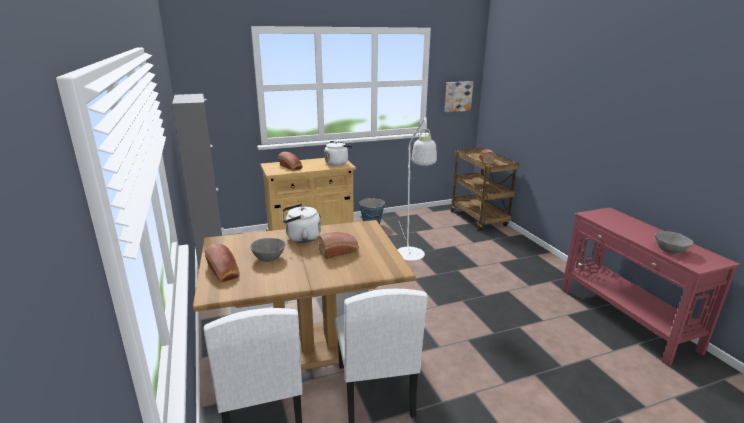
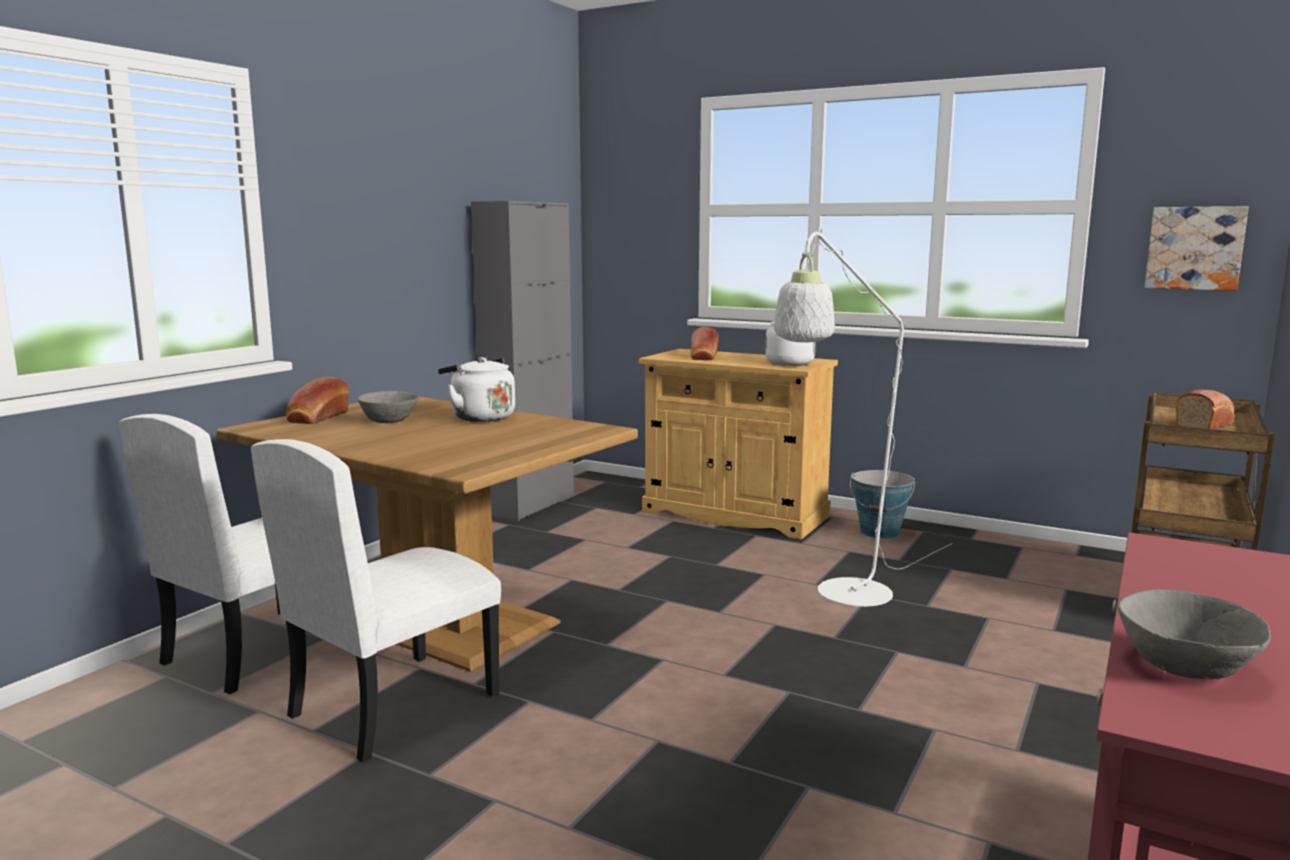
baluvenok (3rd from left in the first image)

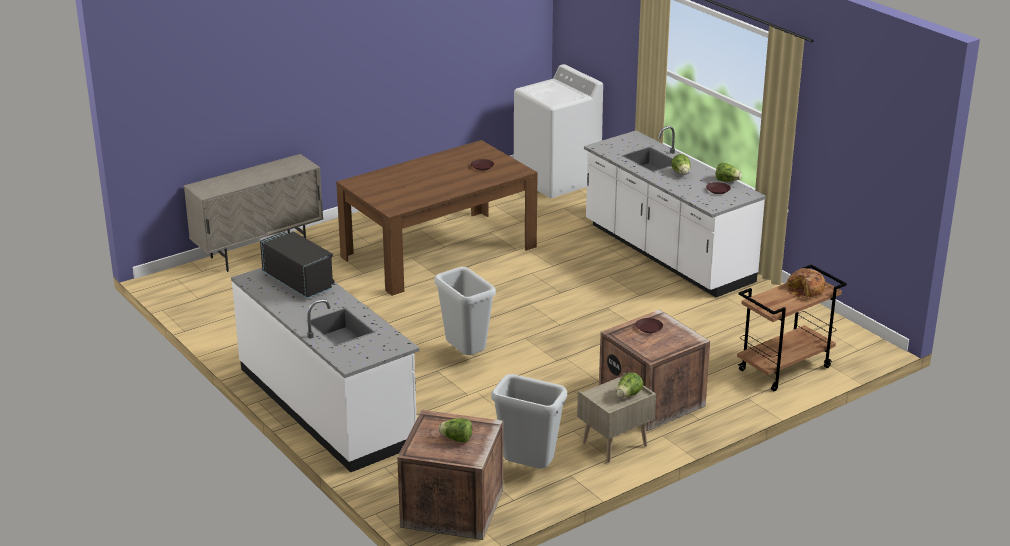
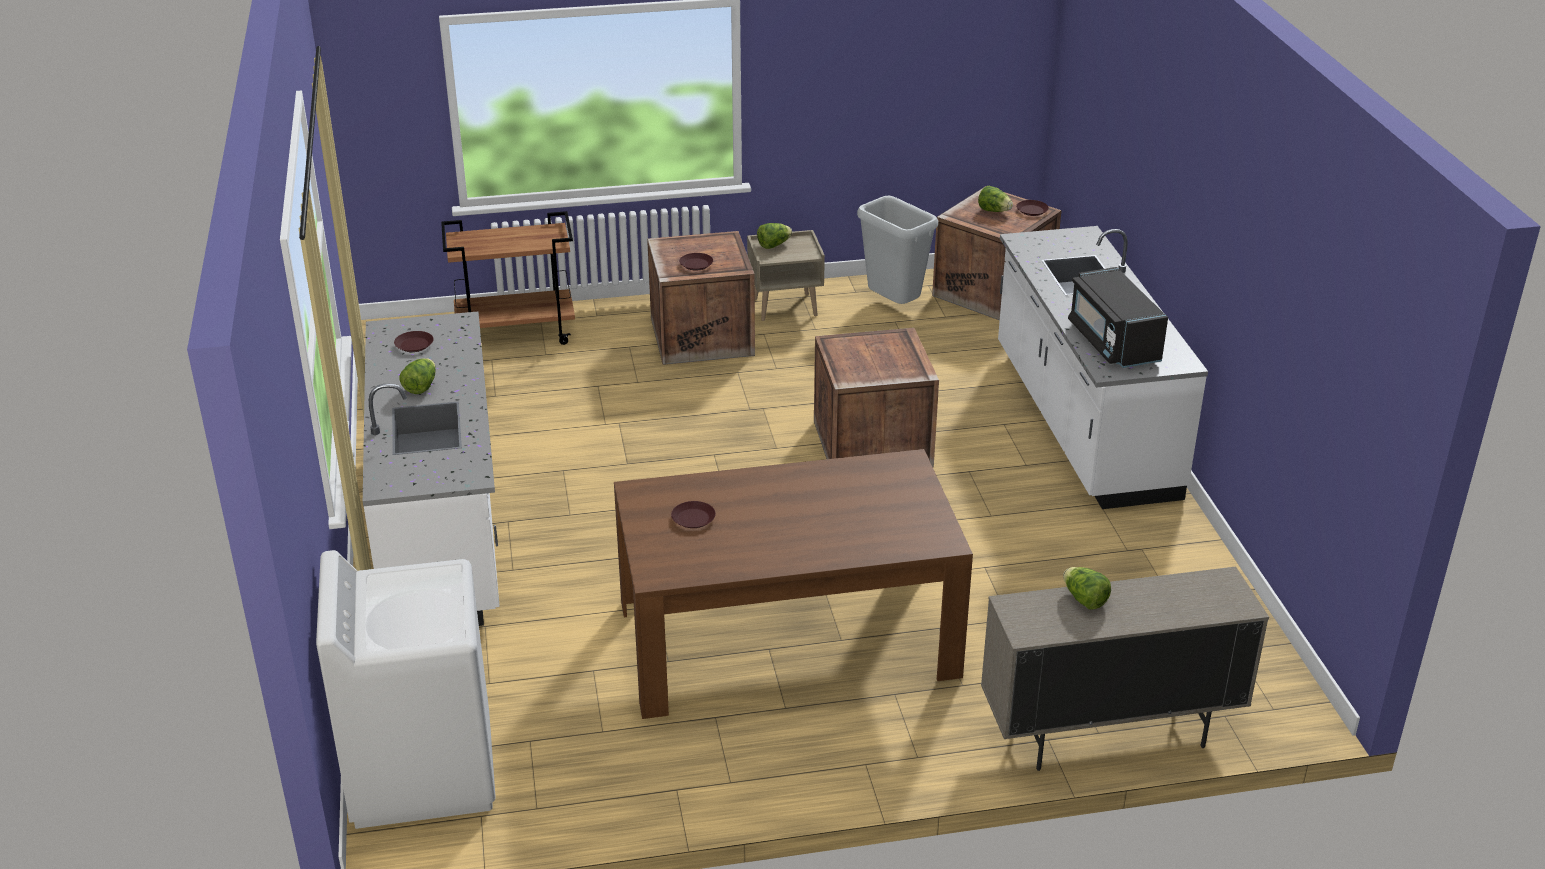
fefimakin (4th from left)
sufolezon (2nd from left)
baluvenok
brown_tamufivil (4th from left)

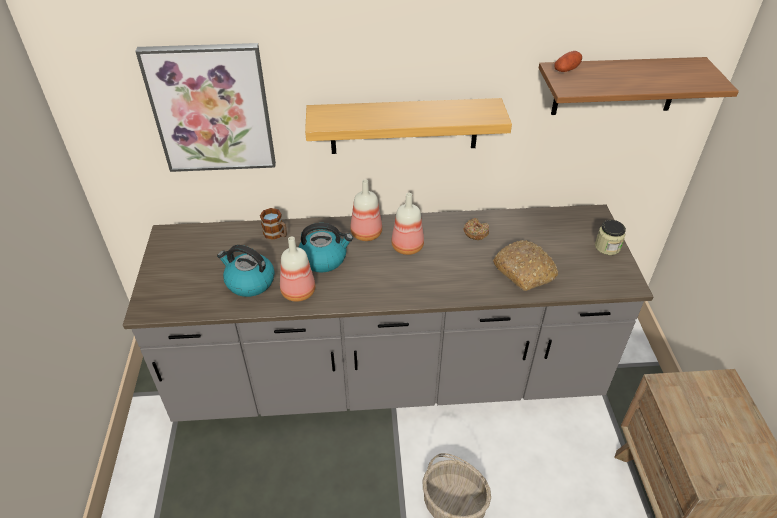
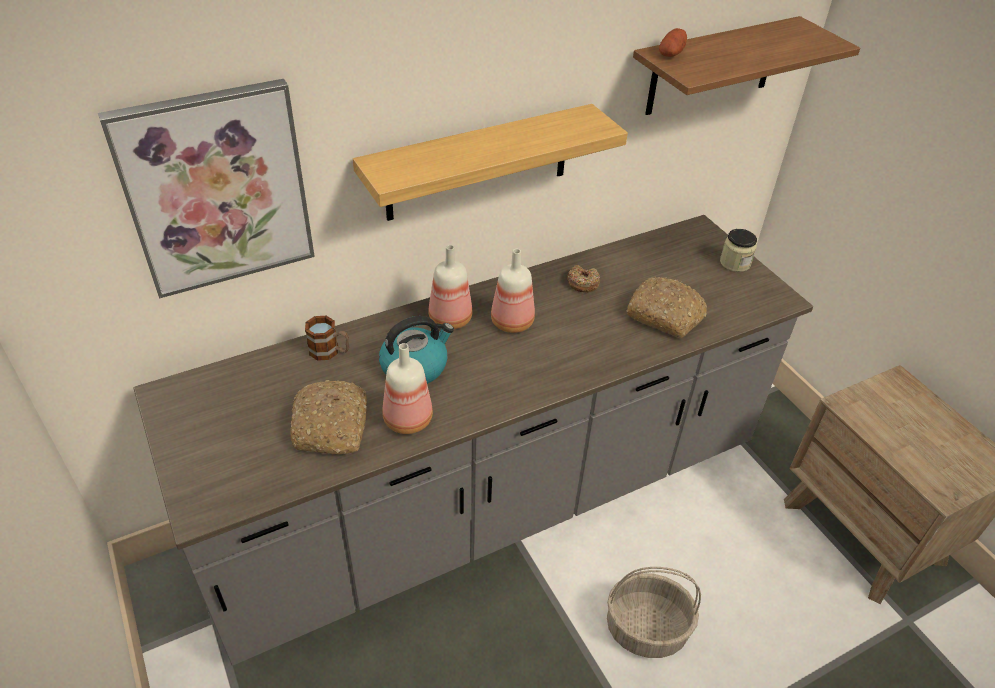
baluvenok (1st from left)

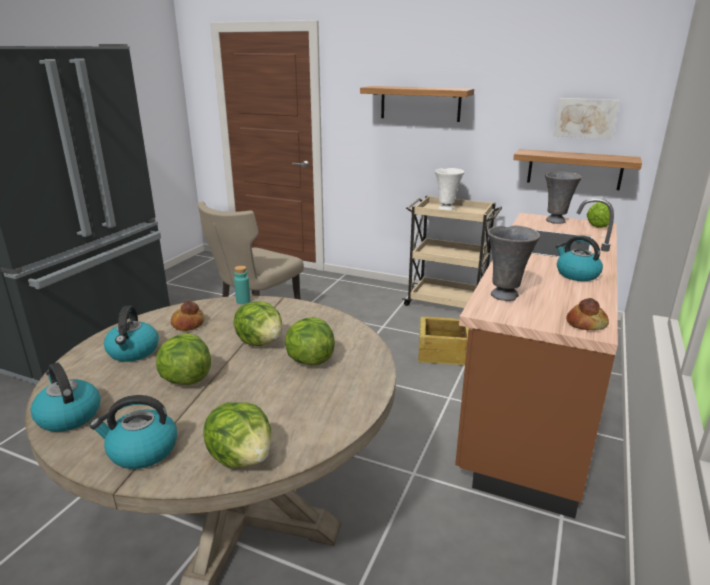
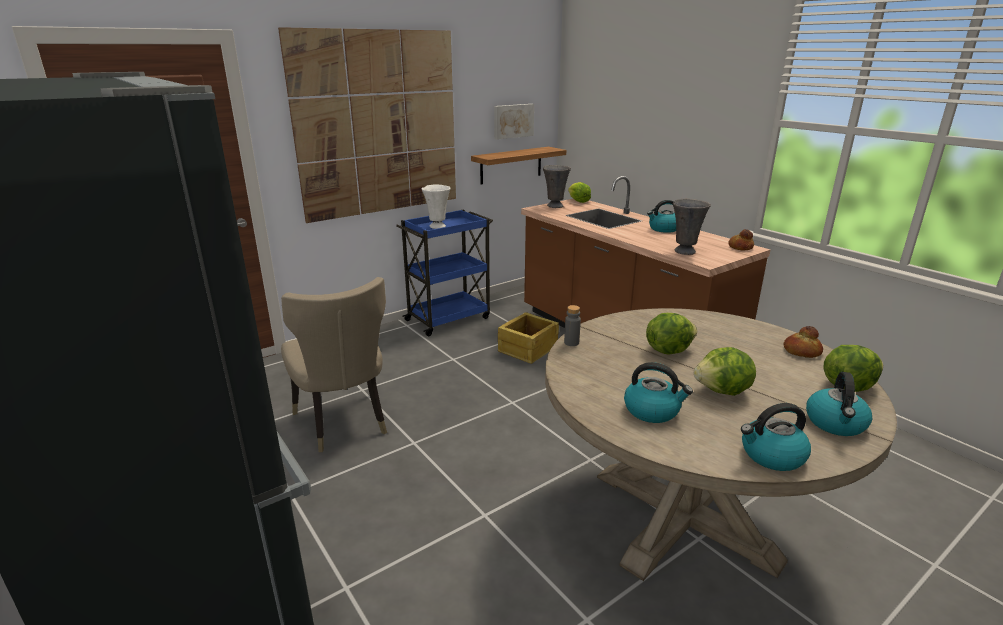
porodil (1st from left)
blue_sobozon
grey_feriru
baluvenok (2nd from left)
fefimakin (4th from left in the first image)

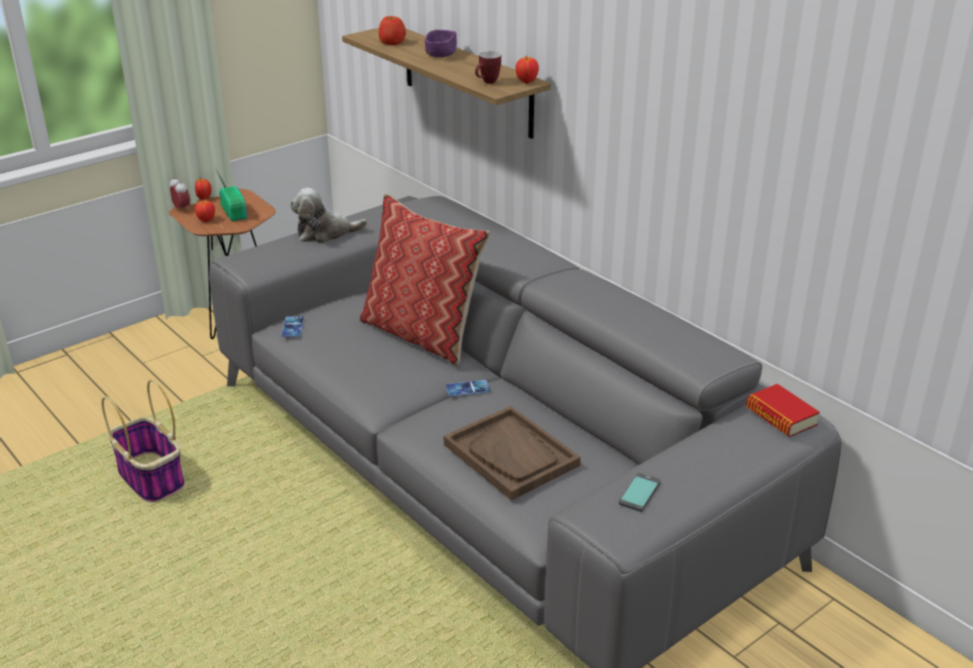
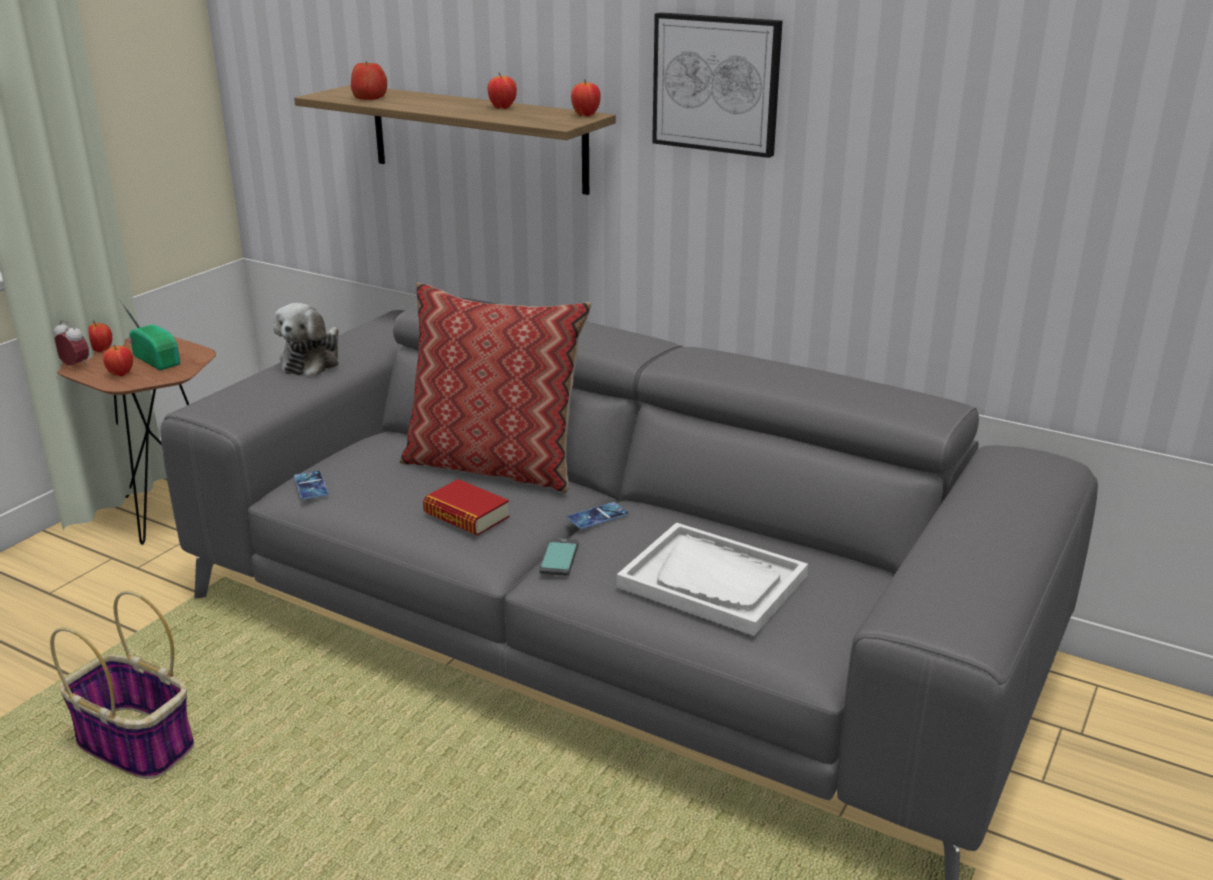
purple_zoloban
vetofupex
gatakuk
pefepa
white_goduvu
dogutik (2nd from left)
porodil
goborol (4th from left)

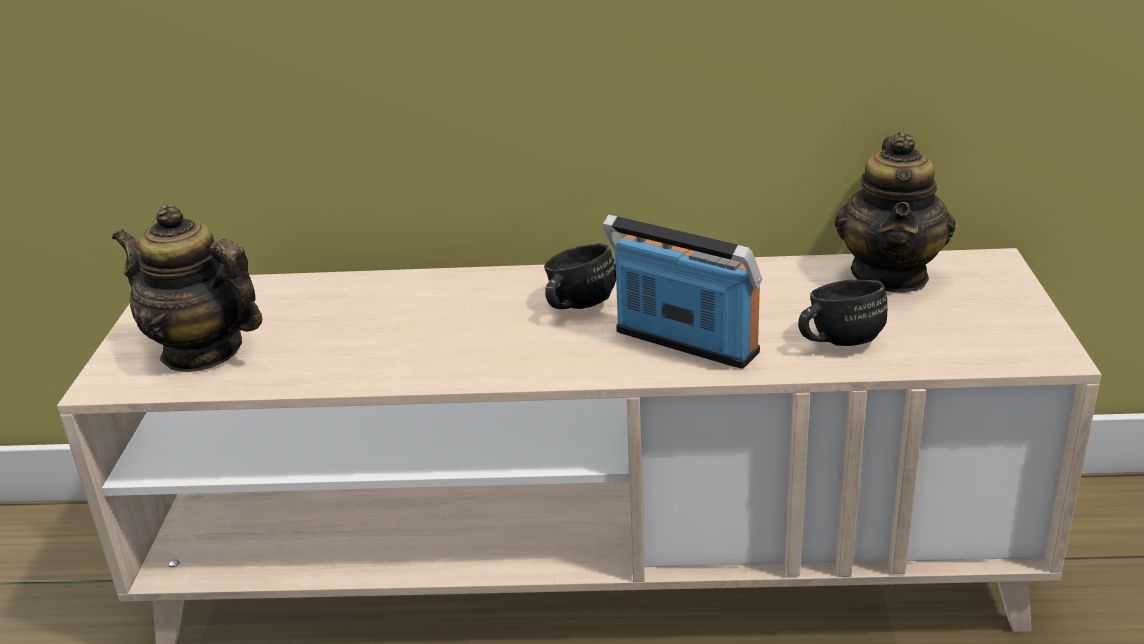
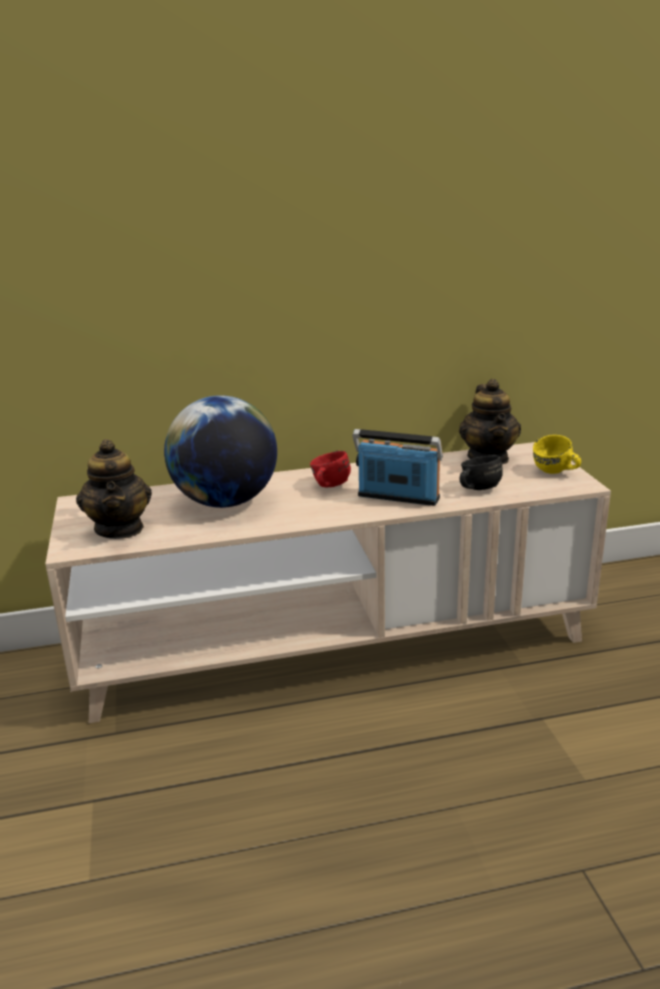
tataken (1st from left)
red_vetofupex
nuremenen
yellow_vetofupex

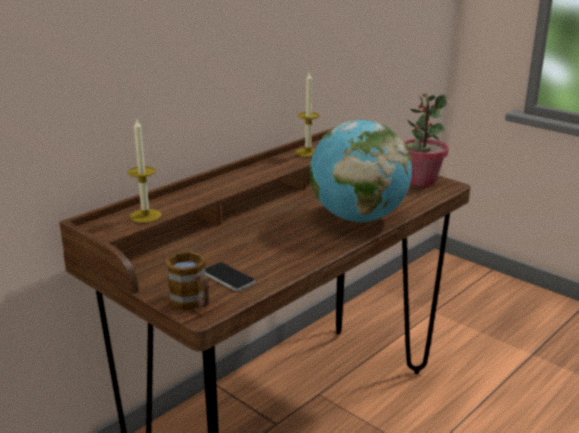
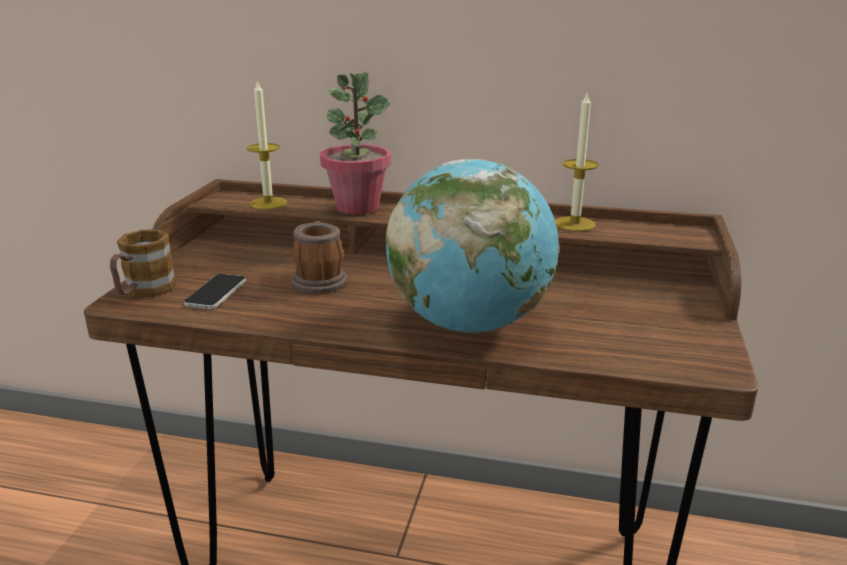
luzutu
vetofupex (2nd from left)

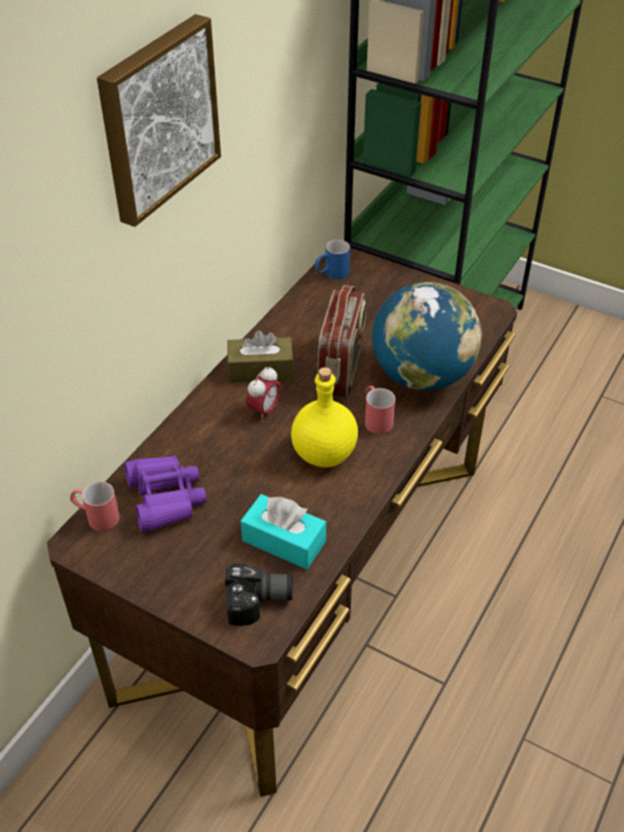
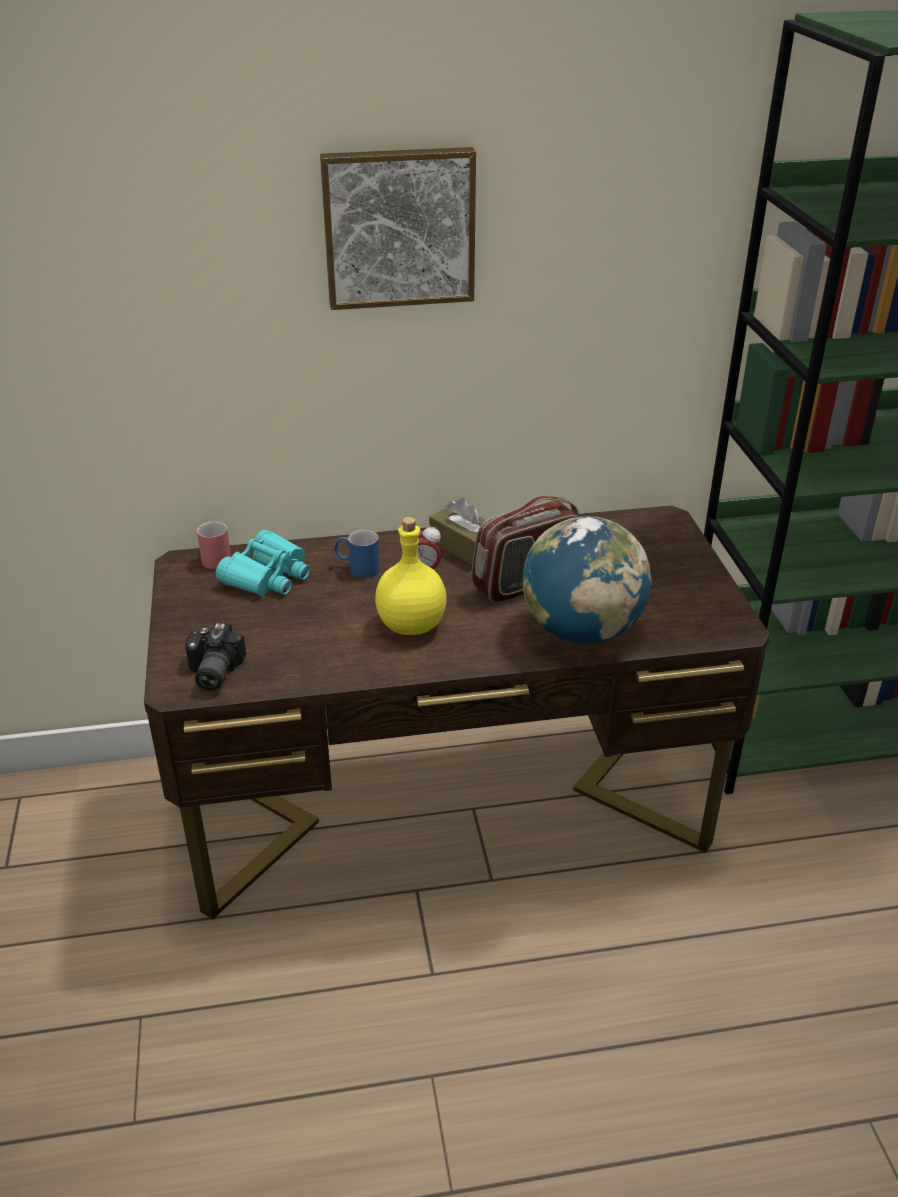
blue_vetofupex
red_vetofupex (2nd from left in the first image)
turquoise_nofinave
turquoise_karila
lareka

